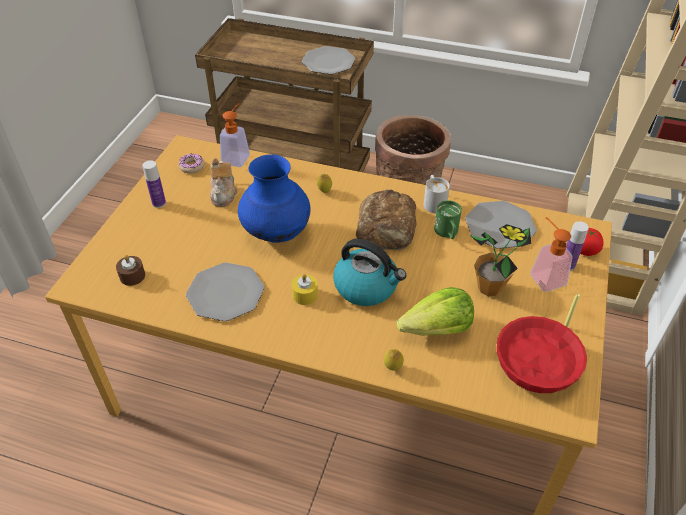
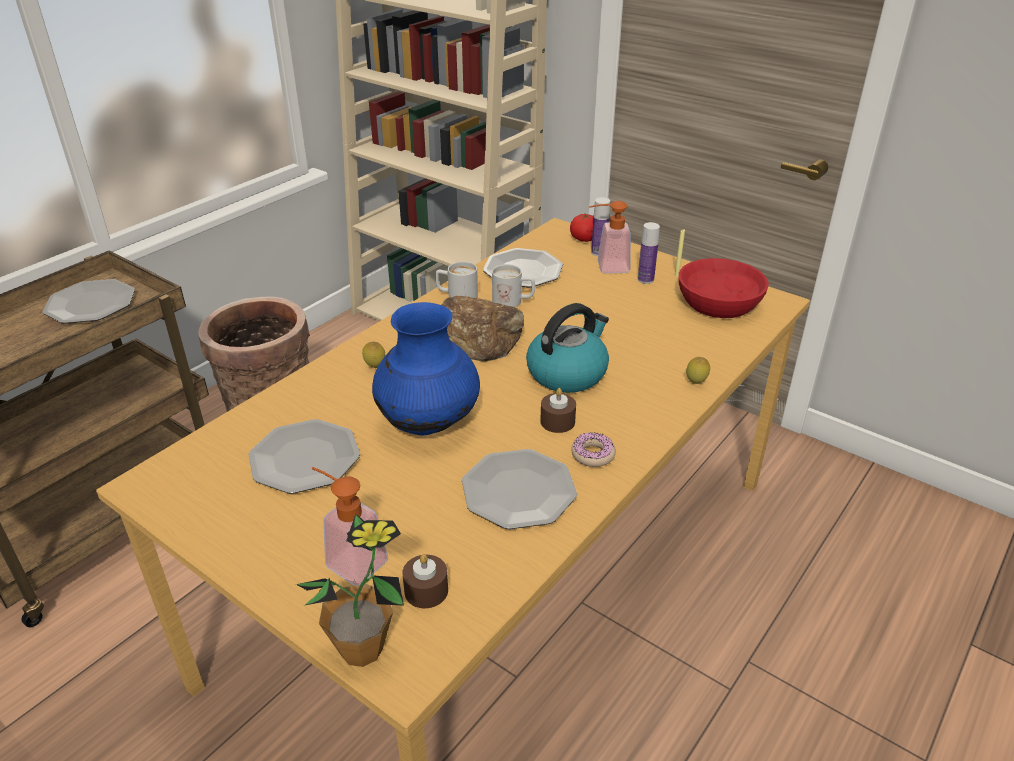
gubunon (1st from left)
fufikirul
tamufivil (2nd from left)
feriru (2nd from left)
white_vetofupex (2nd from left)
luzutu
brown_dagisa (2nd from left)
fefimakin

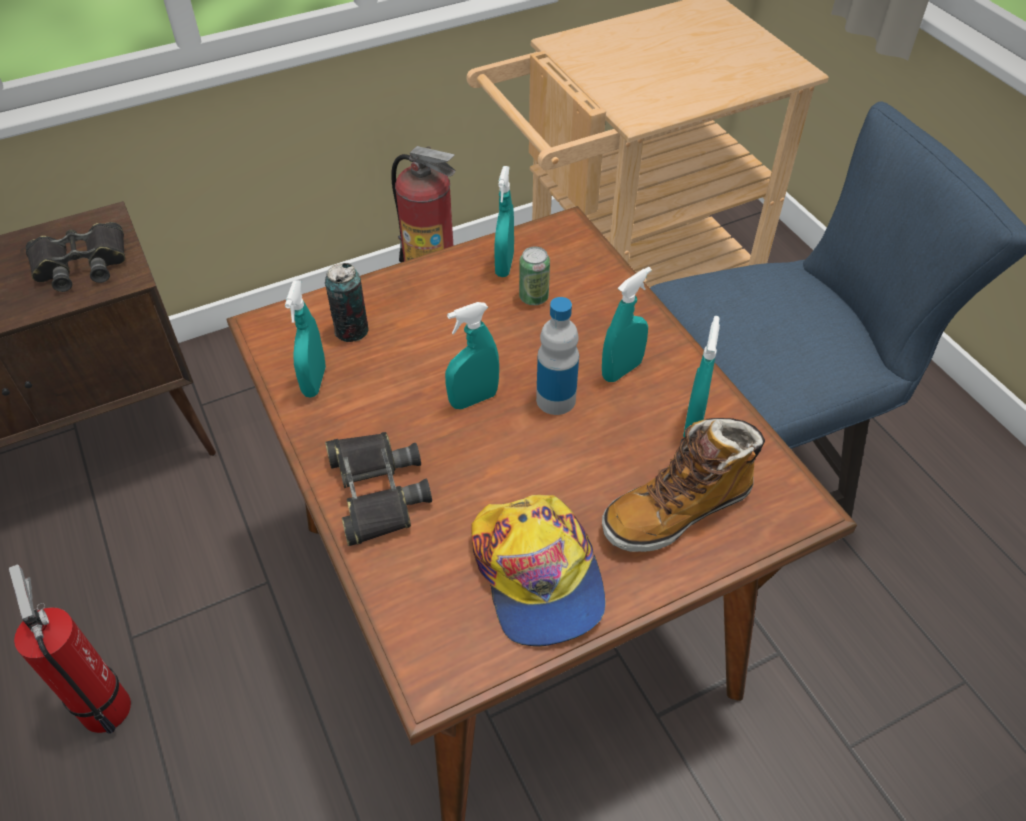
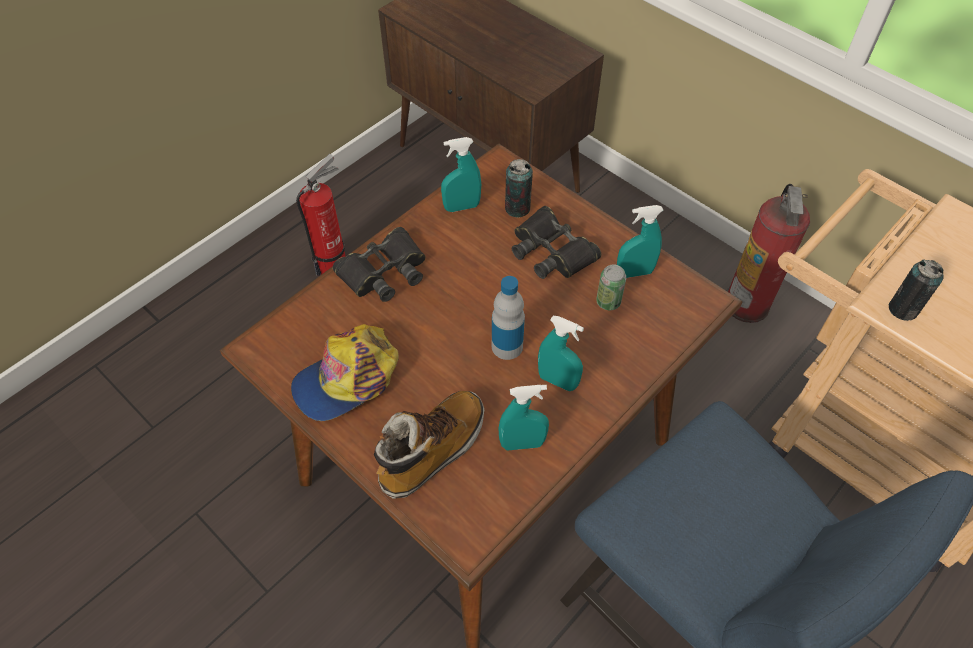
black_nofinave (2nd from left)
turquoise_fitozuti (2nd from left in the first image)
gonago
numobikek (3rd from left)

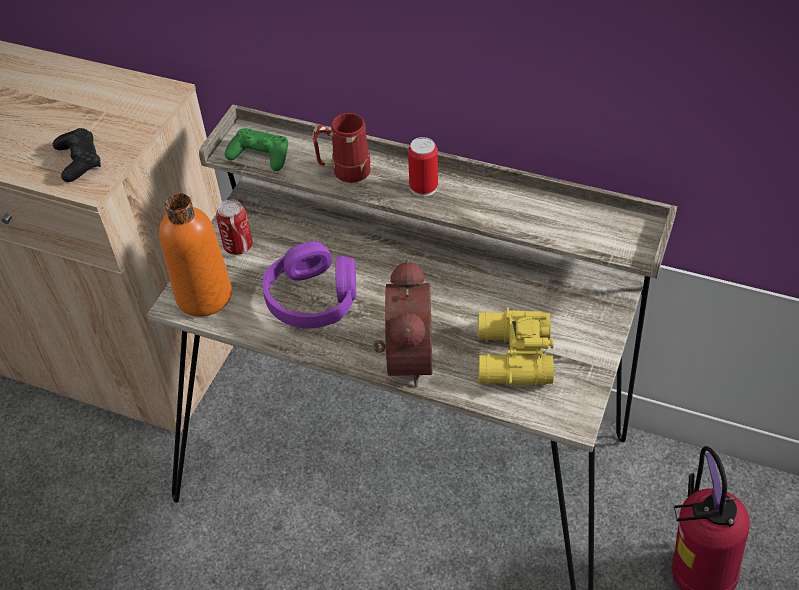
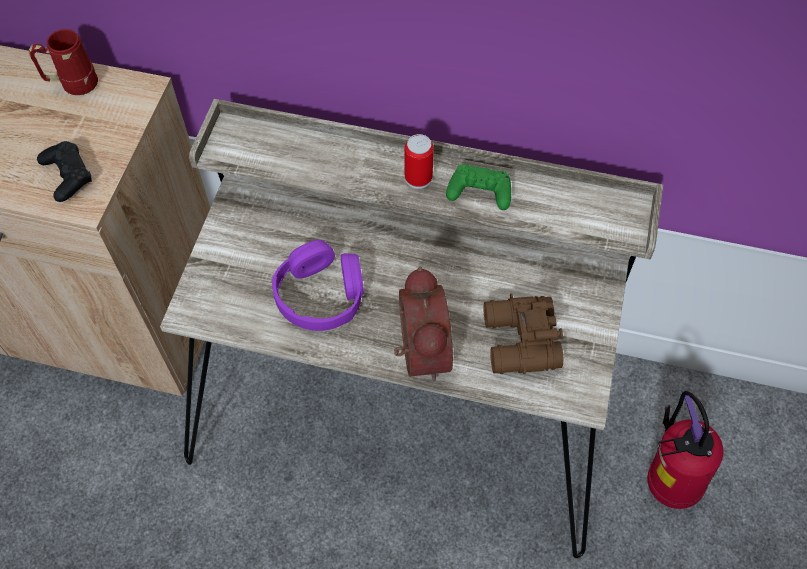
red_vetofupex
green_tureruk
orange_feriru
numobikek (1st from left in the first image)
brown_nofinave

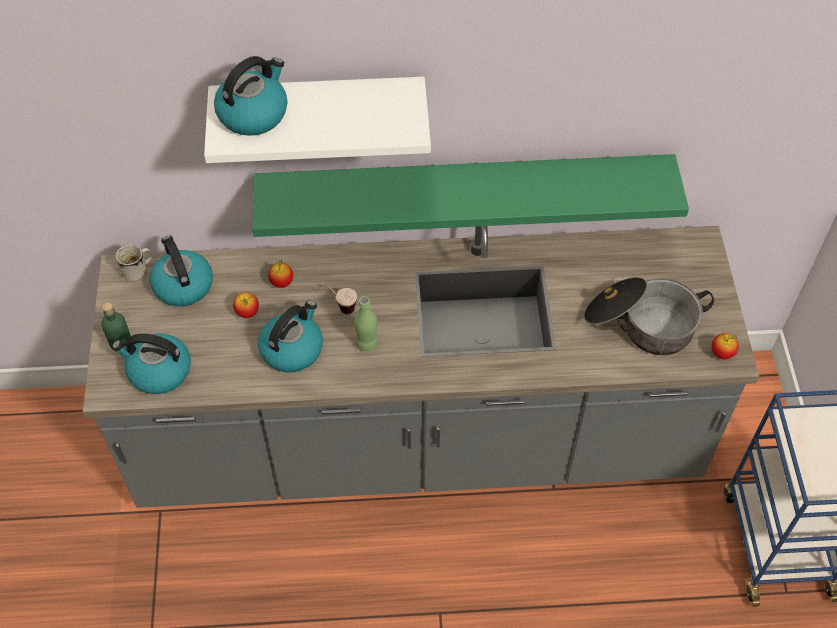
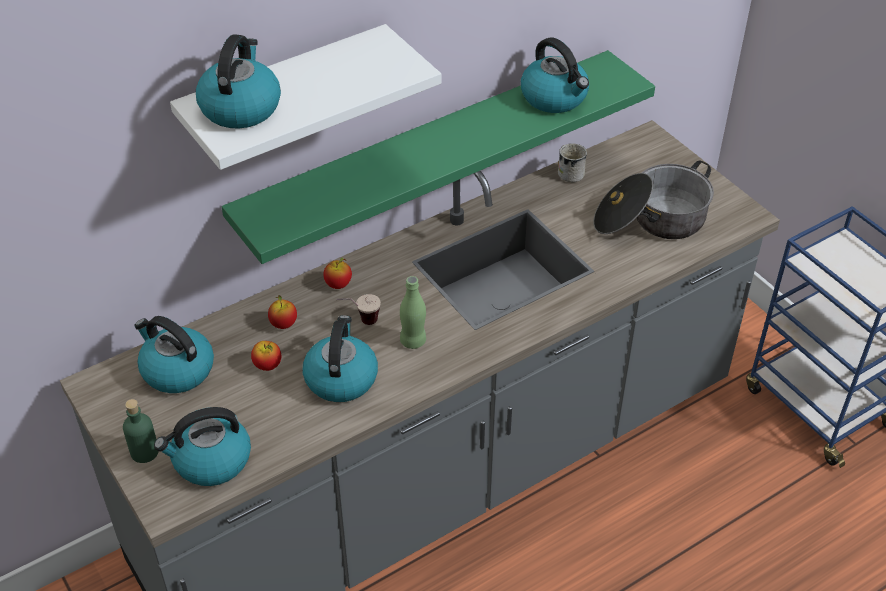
white_vetofupex
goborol (3rd from left)
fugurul (5th from left)

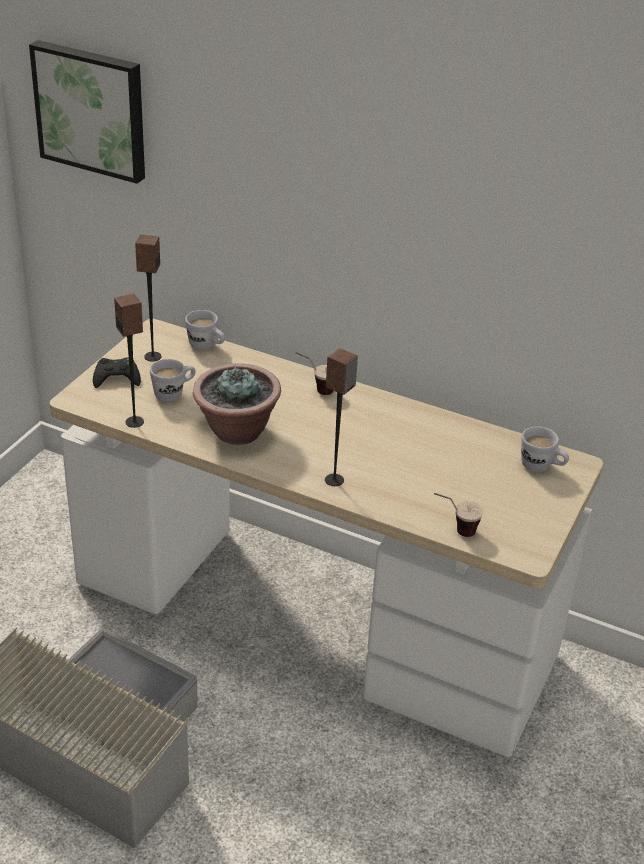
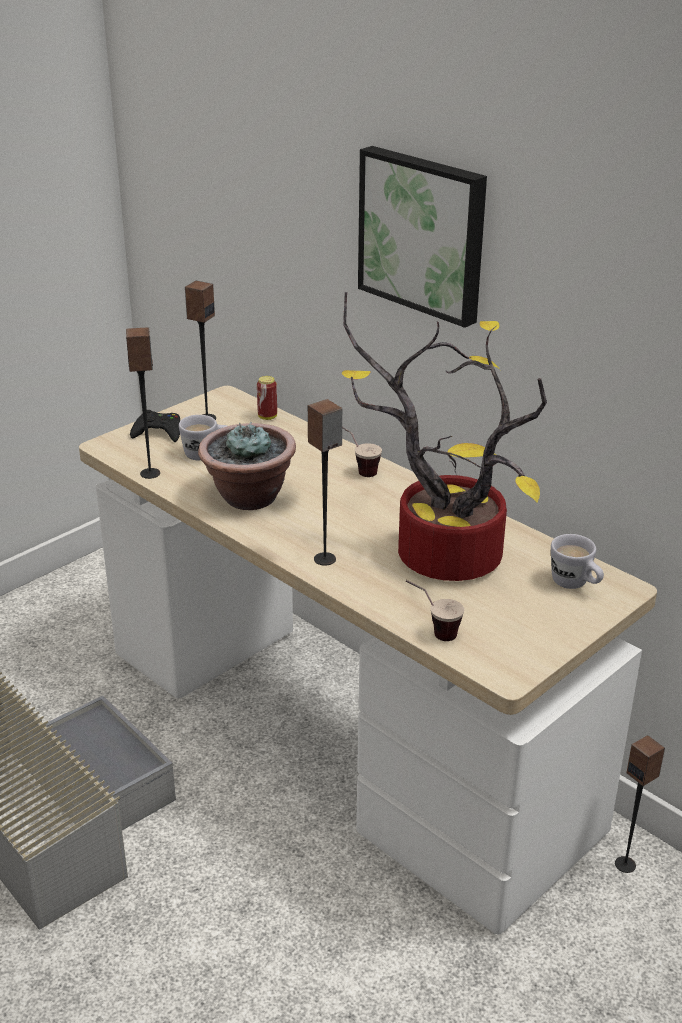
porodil
numobikek
luzutu (2nd from left)
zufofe (4th from left)

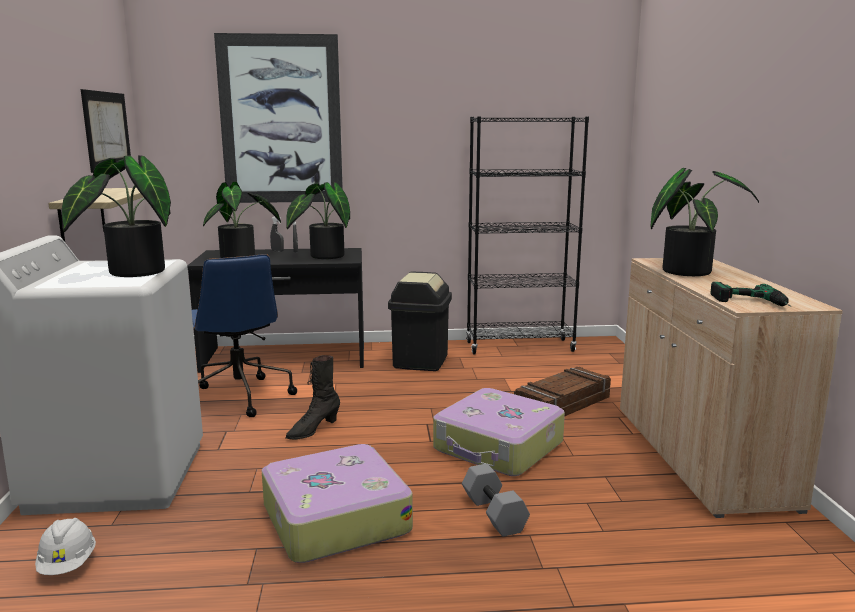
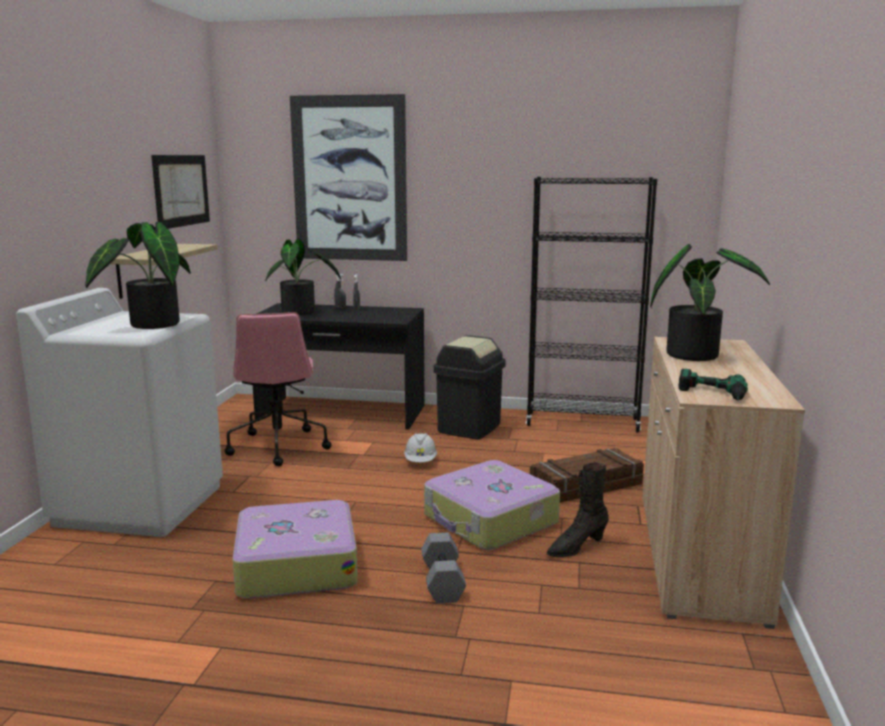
luzutu (3rd from left in the first image)
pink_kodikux
black_gonago
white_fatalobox

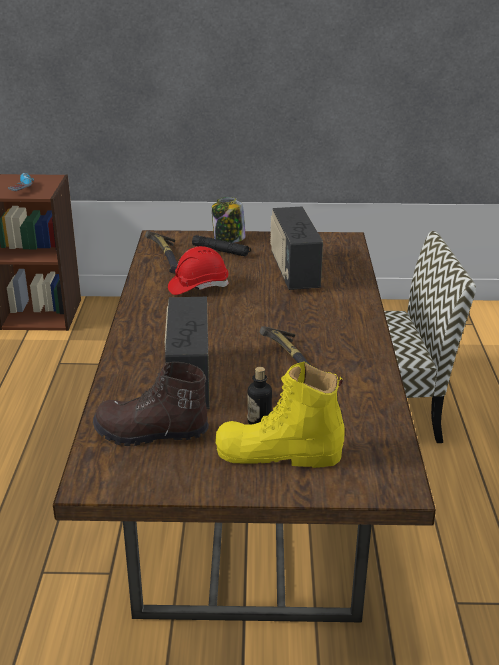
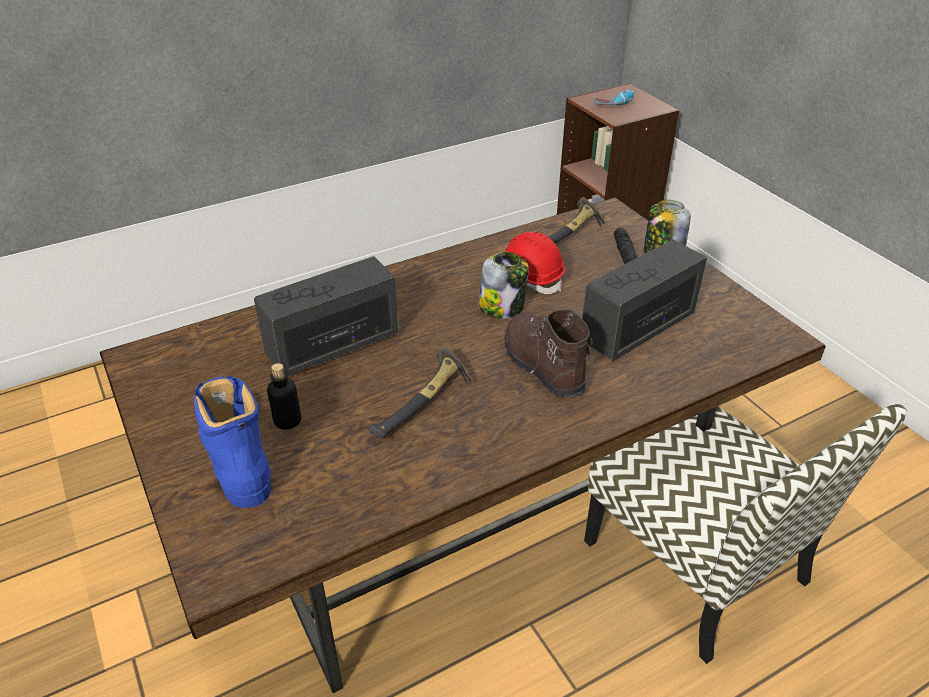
brown_gonago
blue_gonago
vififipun (1st from left)

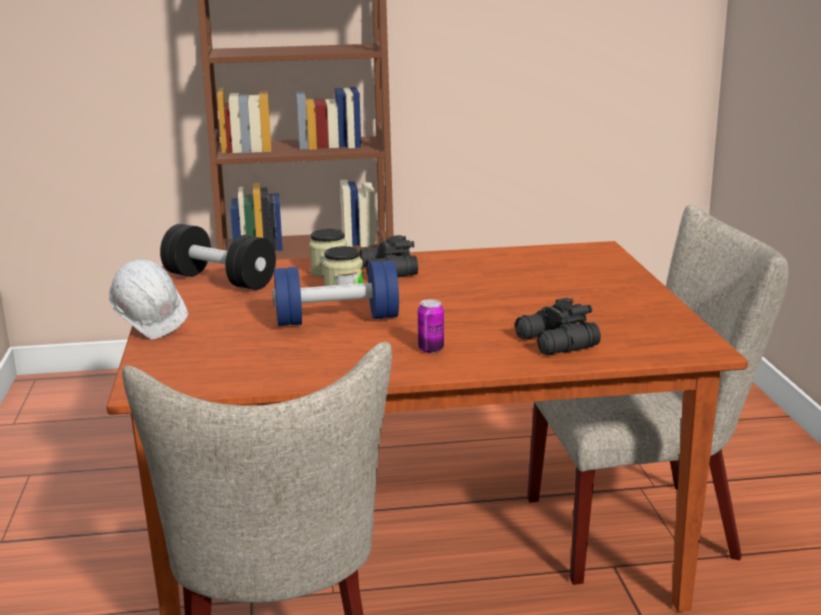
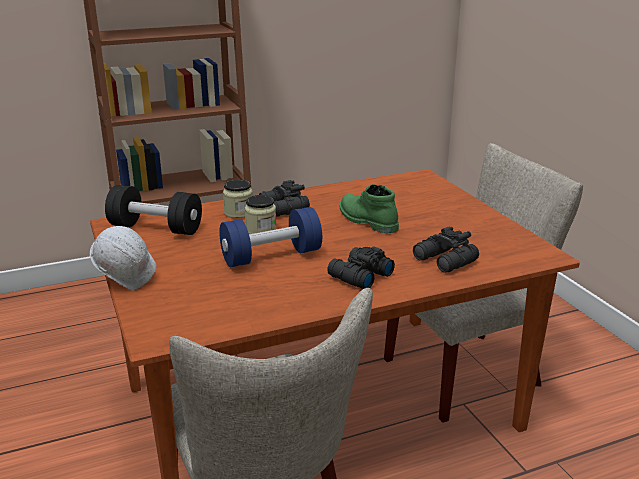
black_nofinave (2nd from left)
green_gonago

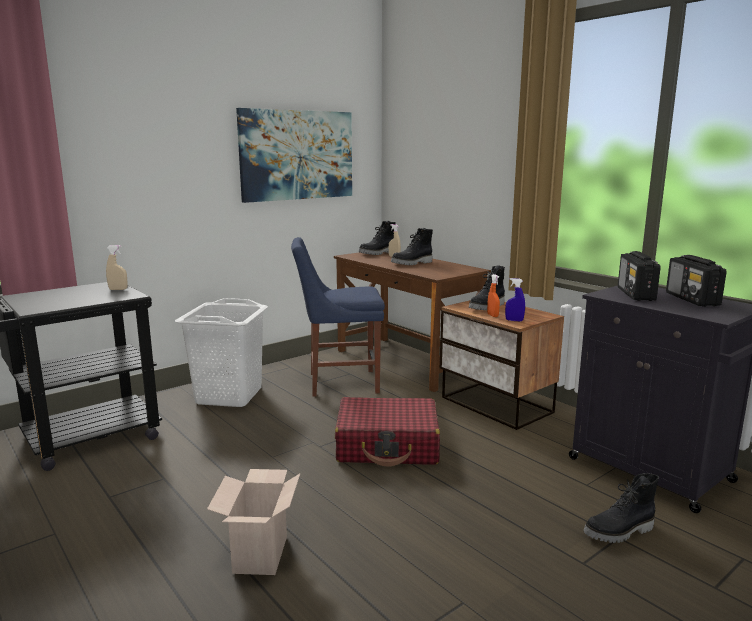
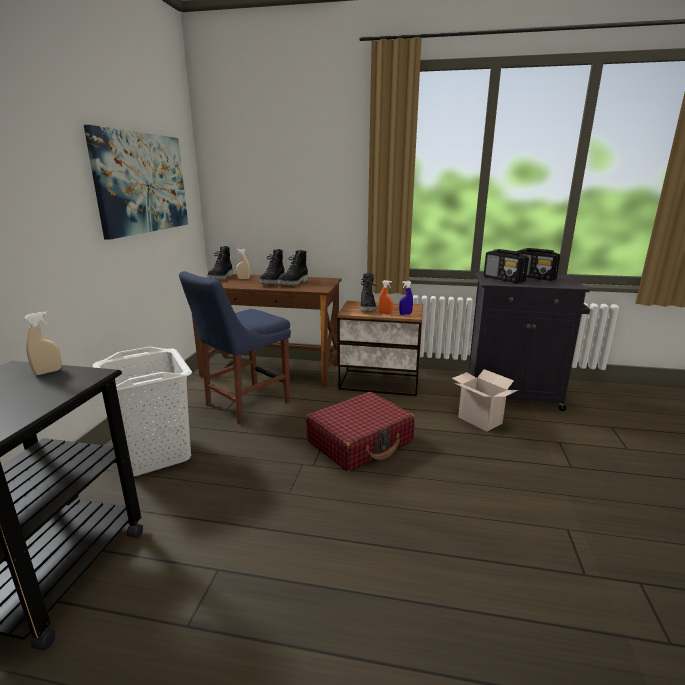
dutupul
black_gonago (3rd from left)

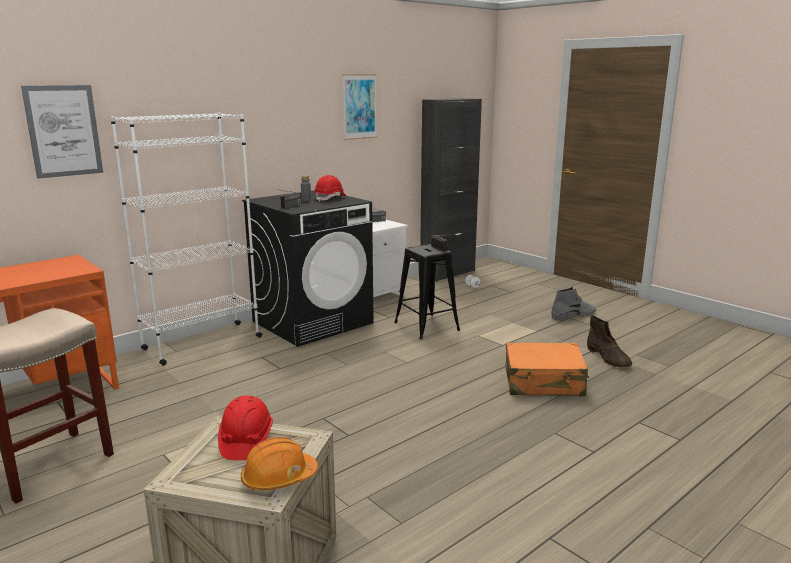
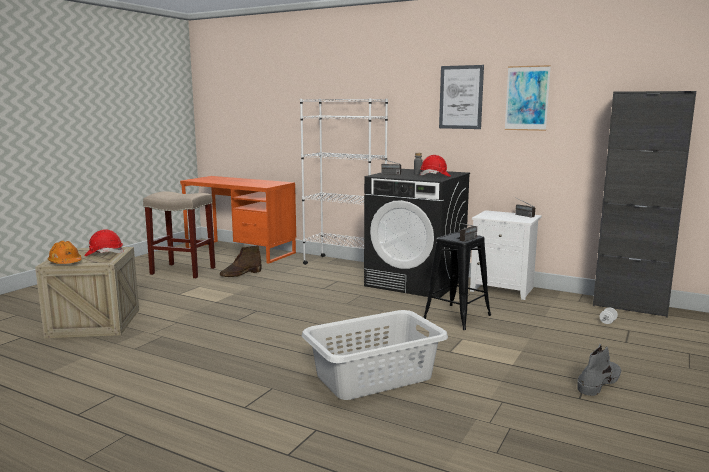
porodil (1st from left)
grey_gonago
brown_gonago
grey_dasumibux

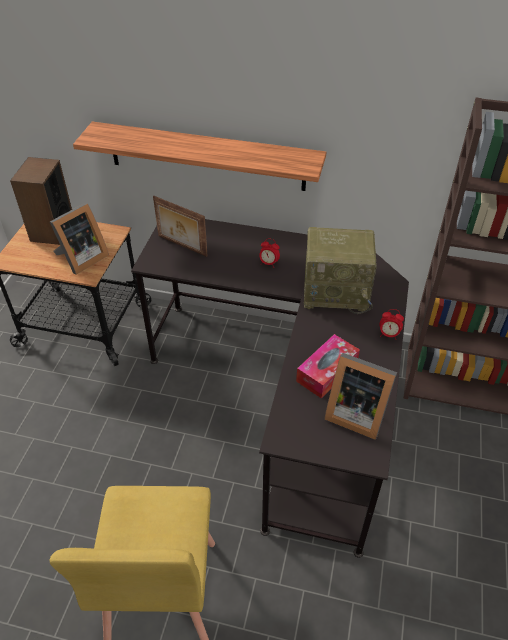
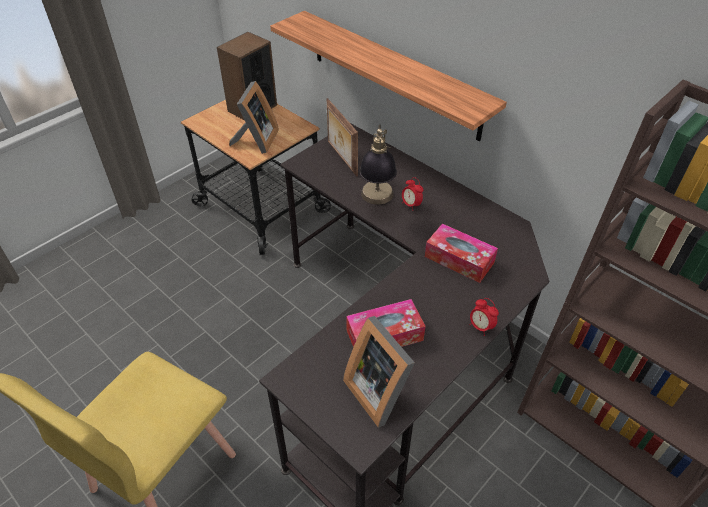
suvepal (1st from left)
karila (2nd from left)
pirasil

